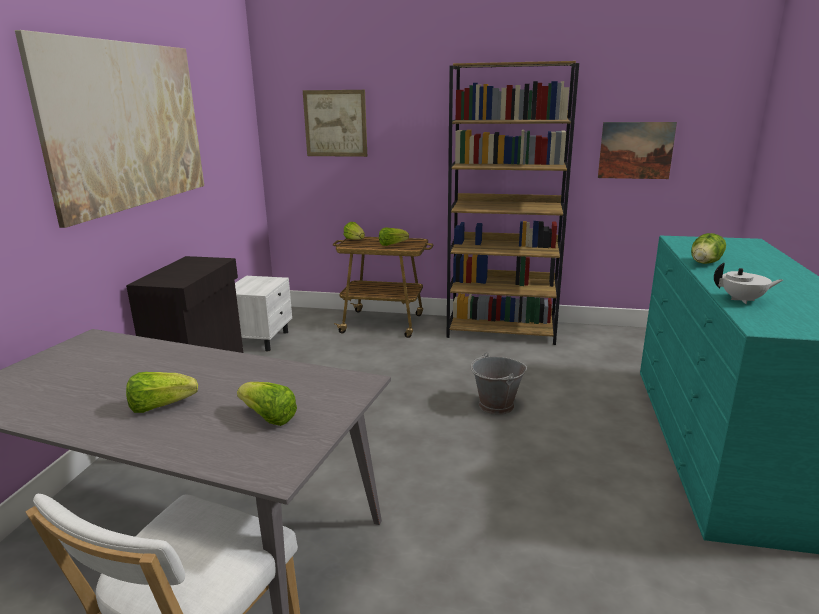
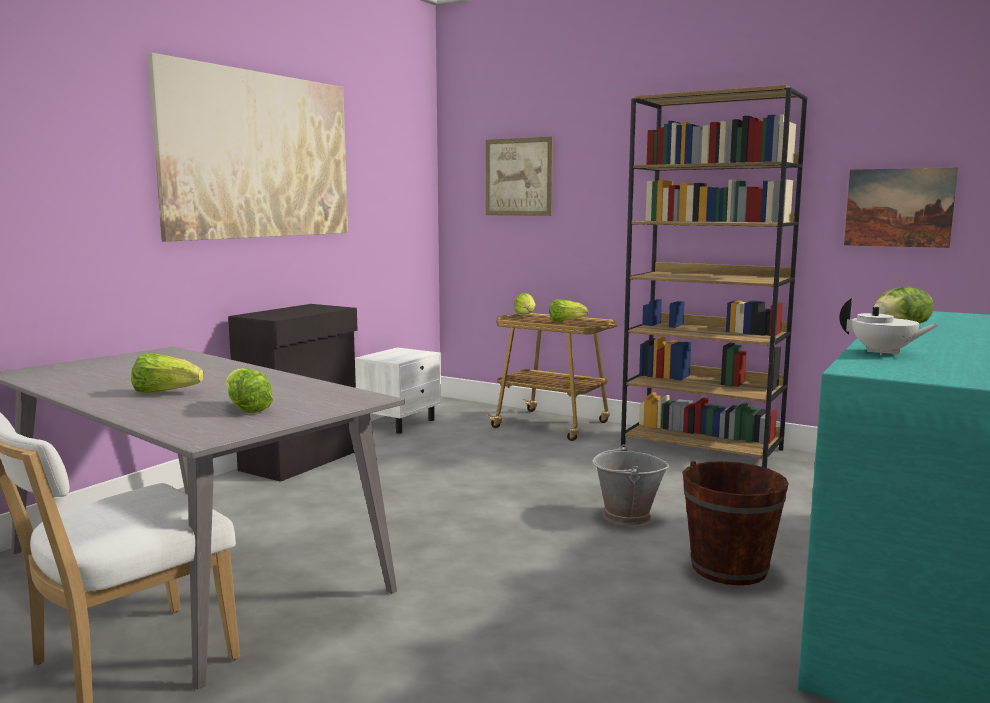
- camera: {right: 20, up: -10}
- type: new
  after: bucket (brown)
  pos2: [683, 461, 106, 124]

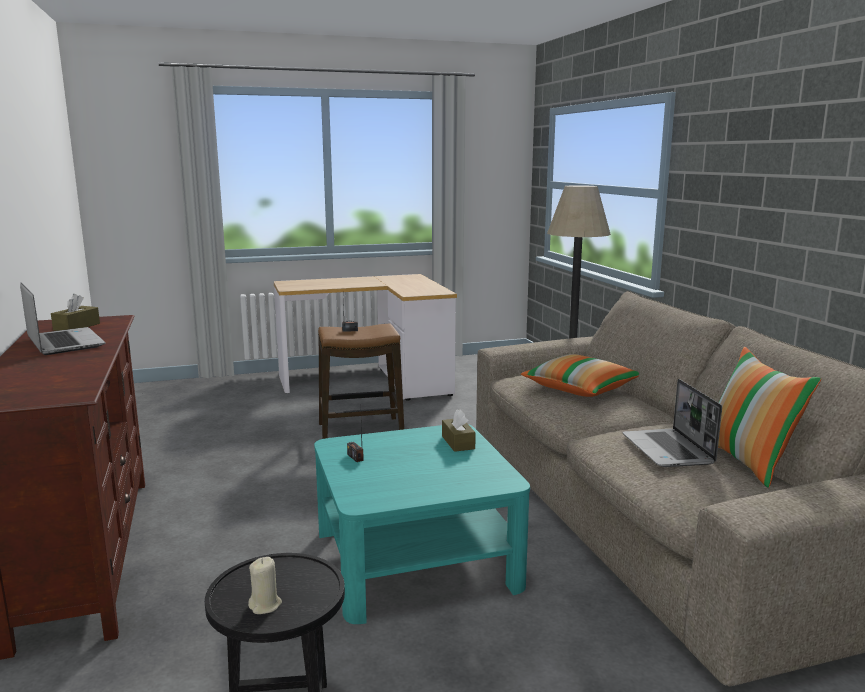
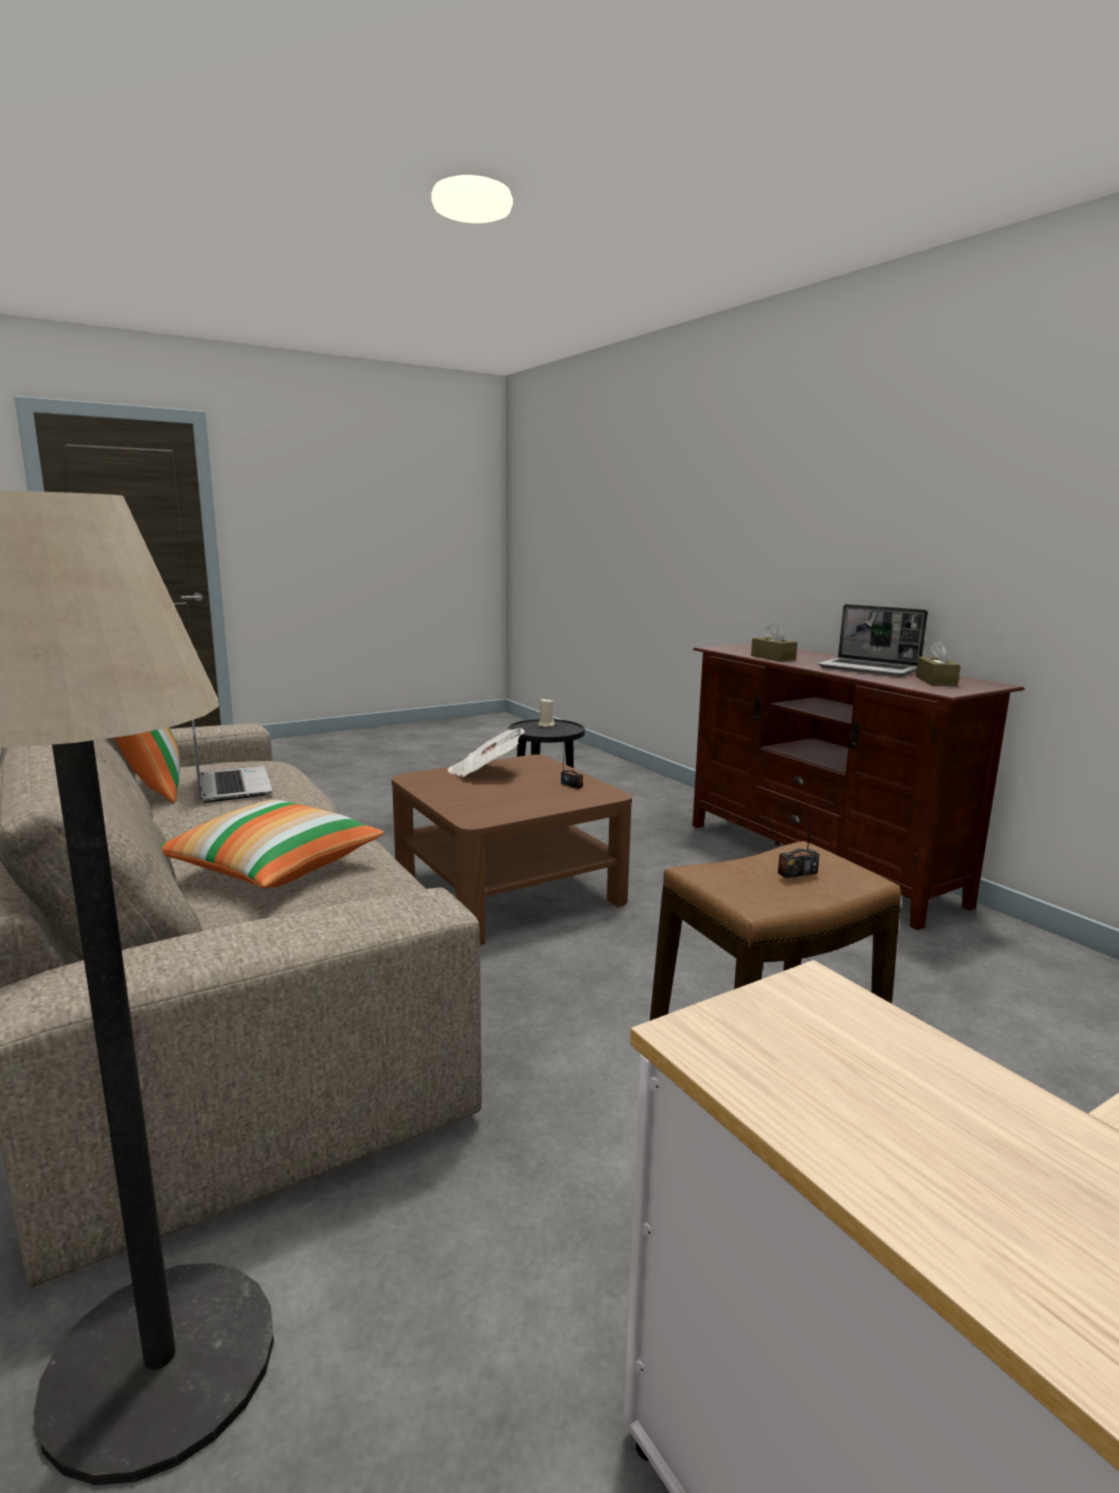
- camera: {right: 165, up: 0}
- type: new
  after: newspaper
  pos2: [447, 728, 78, 49]
- type: shifted
  before: tissue box (brown)
  pos1: [442, 409, 34, 43]
  pos2: [751, 623, 47, 38]
- type: repainted
  before: coffee table (turquoise)
  after: coffee table (brown)
  pos1: [314, 424, 216, 200]
  pos2: [391, 755, 241, 190]

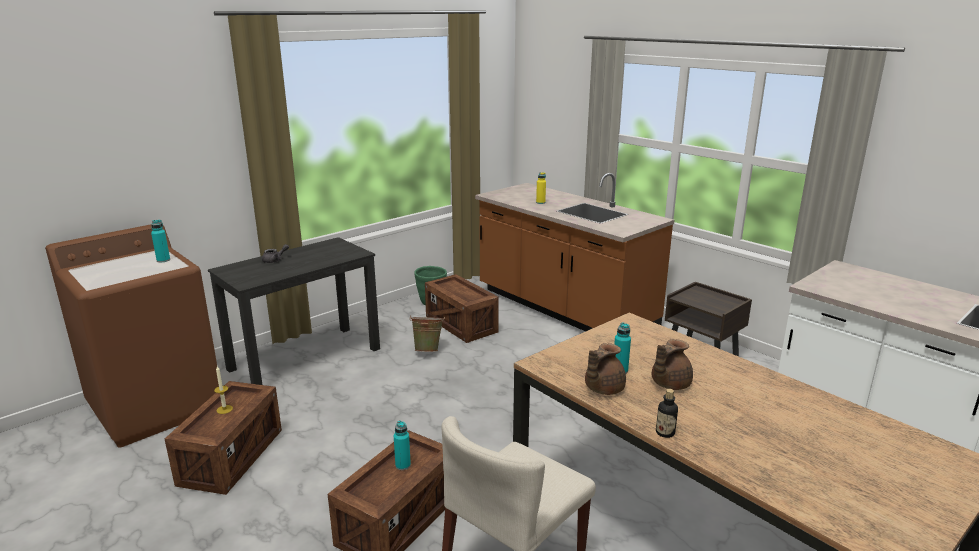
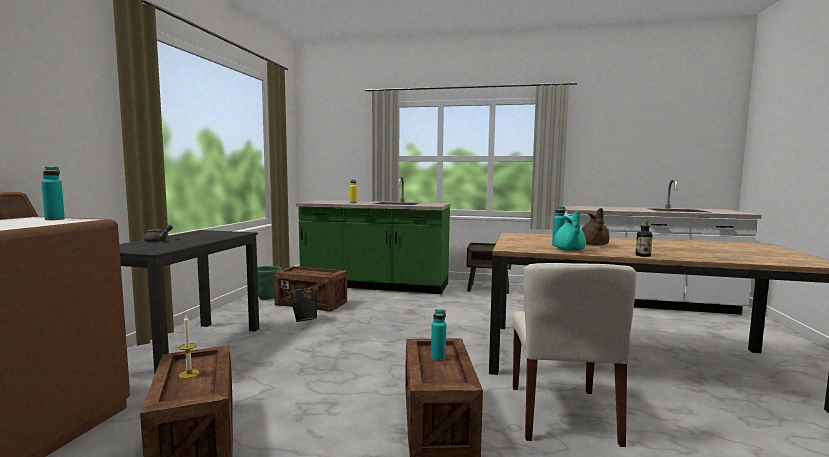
- camera: {right: -35, up: -15}
- type: repainted
  before: bucket (green)
  after: bucket (black)
  pos1: [410, 315, 35, 37]
  pos2: [287, 287, 32, 35]
- type: repainted
  before: counter (brown)
  after: counter (green)
  pos1: [475, 173, 200, 158]
  pos2: [296, 177, 155, 117]
- type: repainted
  before: teapot (brown)
  after: teapot (turquoise)
  pos1: [585, 343, 41, 52]
  pos2: [554, 210, 32, 41]

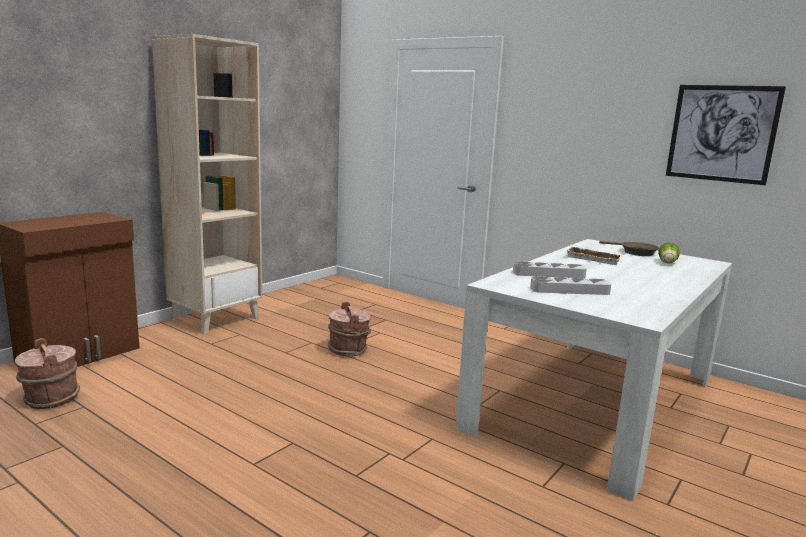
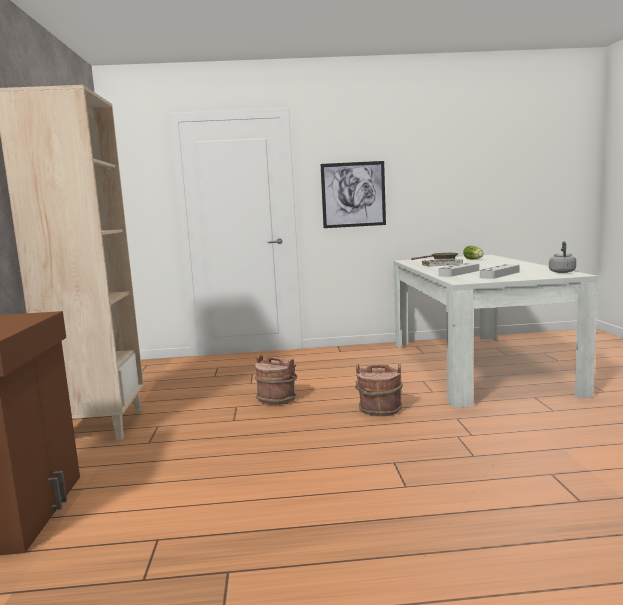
- camera: {right: -40, up: -5}
- type: new
  after: kettle (grey)
  pos2: [549, 241, 27, 32]
- type: shifted
  before: bucket (brown)
  pos1: [15, 338, 65, 71]
  pos2: [355, 363, 48, 54]
- type: shifted
  before: picture
  pos1: [666, 85, 120, 100]
  pos2: [320, 161, 66, 67]

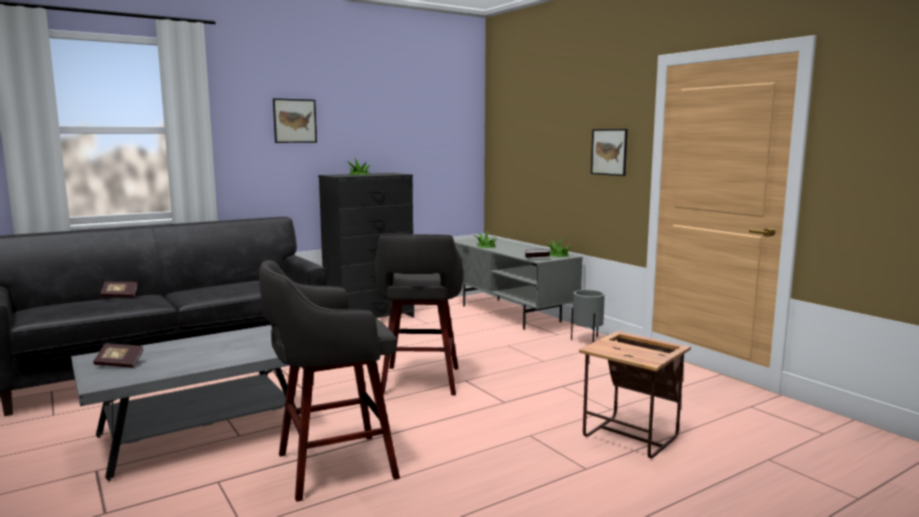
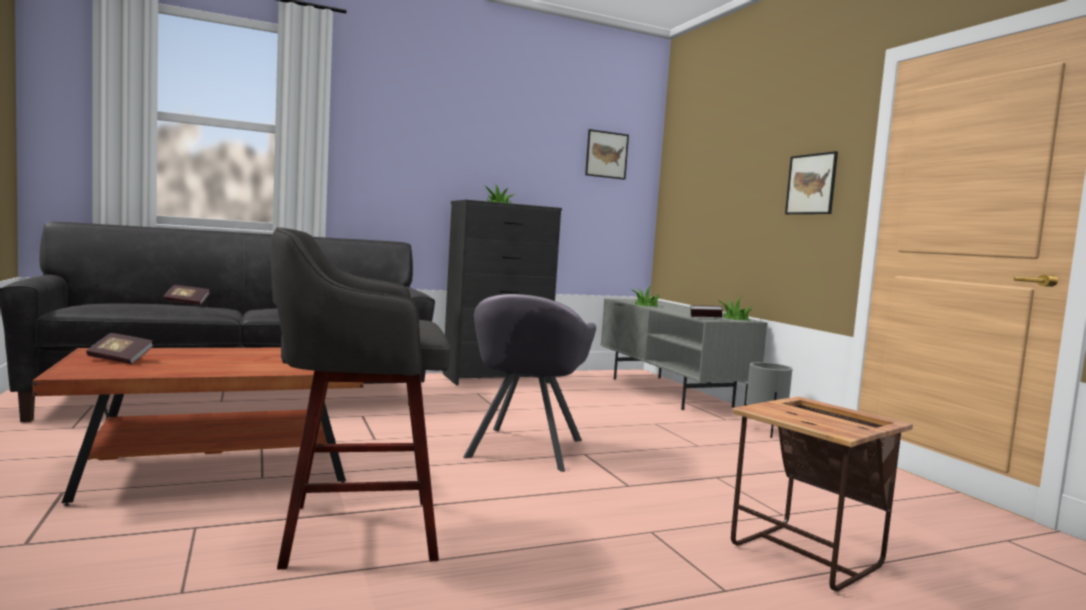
- camera: {right: 10, up: -5}
- type: shifted
  before: picture
  pos1: [273, 98, 44, 45]
  pos2: [585, 129, 44, 51]
- type: swapped
  before: stool (grey)
  after: armchair (grey)
  pos1: [375, 234, 88, 161]
  pos2: [463, 294, 133, 178]
- type: repainted
  before: coffee table (grey)
  after: coffee table (brown)
  pos1: [71, 325, 229, 156]
  pos2: [32, 348, 332, 158]

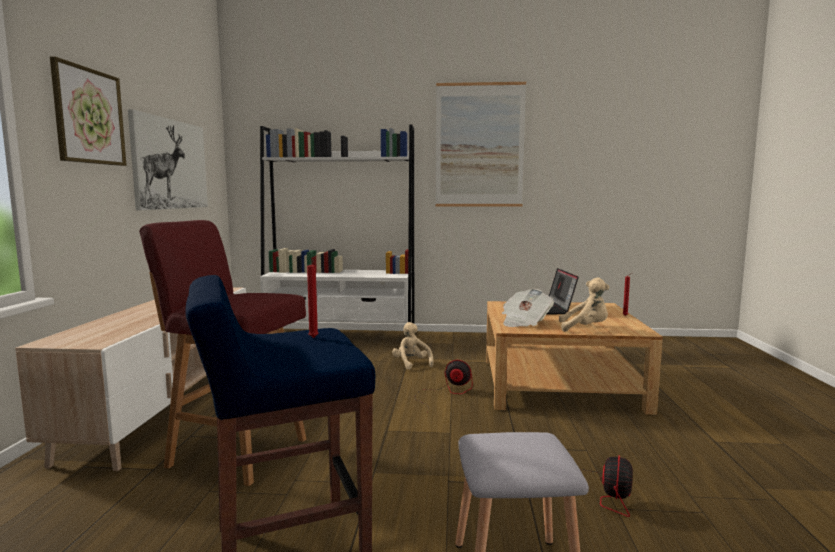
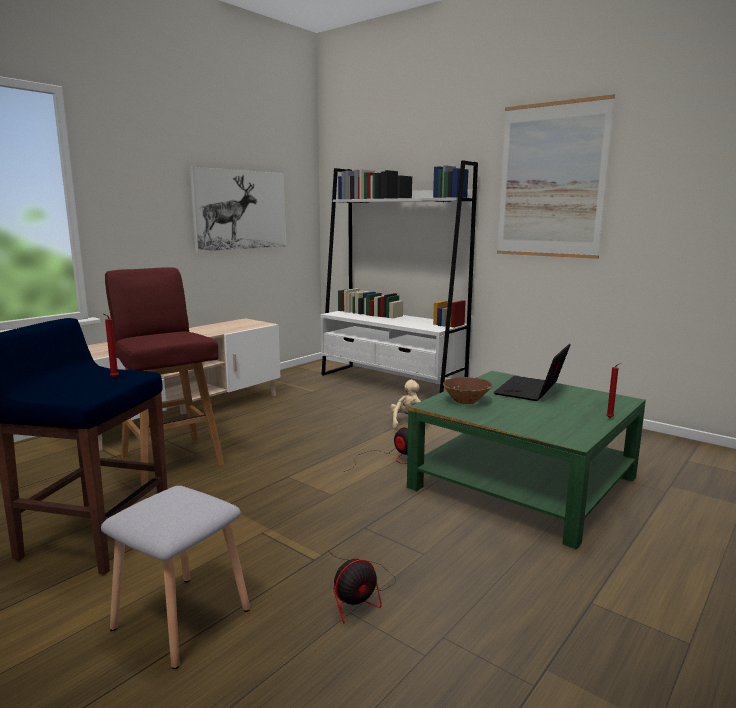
- camera: {right: 35, up: 5}
- type: gone
  before: picture
  pos1: [50, 56, 77, 110]
- type: gone
  before: plush toy (beige)
  pos1: [559, 278, 50, 54]
- type: swapped
  before: newspaper
  after: bowl (brown)
  pos1: [502, 289, 52, 38]
  pos2: [443, 377, 49, 27]
- type: repainted
  before: coffee table (beige)
  after: coffee table (green)
  pos1: [486, 301, 177, 114]
  pos2: [407, 371, 239, 178]

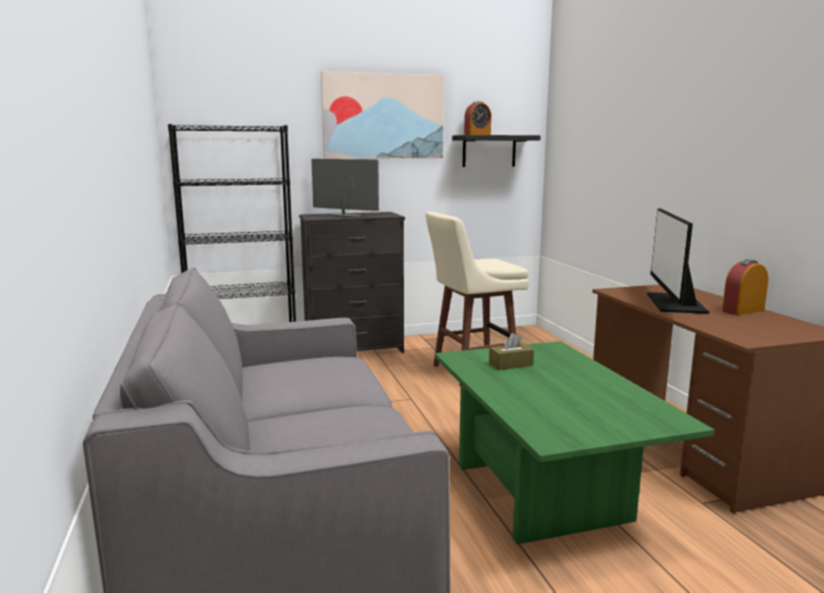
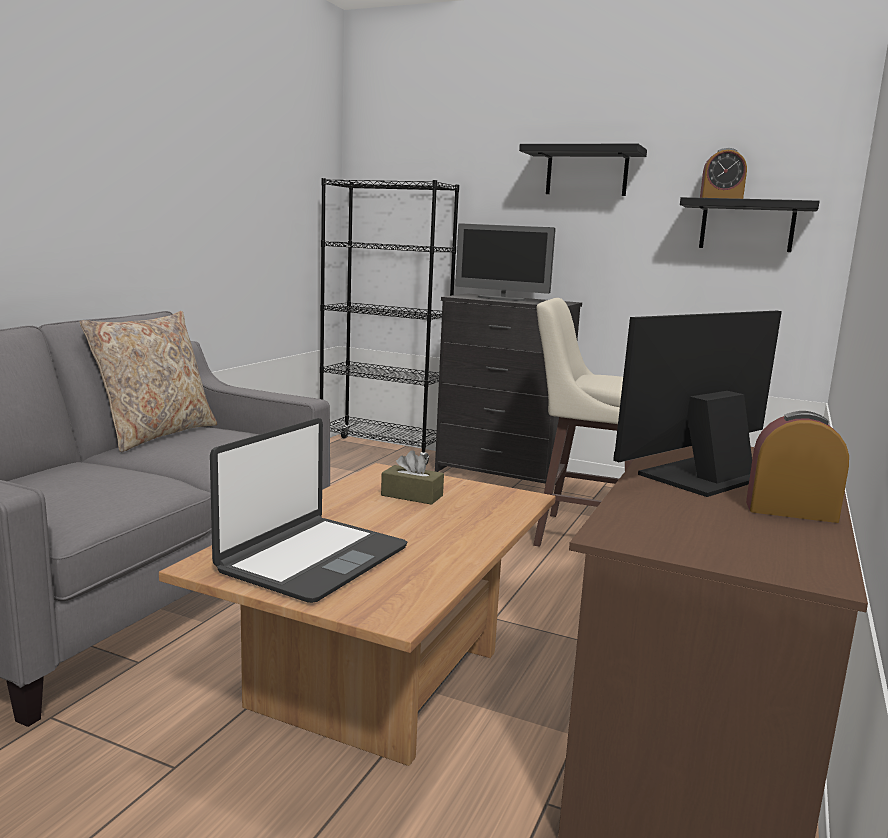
- camera: {right: 40, up: 0}
- type: new
  after: pillow (beige)
  pos2: [80, 311, 137, 141]
- type: new
  after: laptop
  pos2: [210, 418, 198, 185]
- type: swapped
  before: picture
  after: shelf (black)
  pos1: [321, 71, 123, 88]
  pos2: [519, 144, 128, 52]
- type: repainted
  before: coffee table (green)
  after: coffee table (brown)
  pos1: [435, 341, 279, 203]
  pos2: [159, 463, 397, 303]
- type: rotated
  before: monitor
  pos1: [311, 159, 68, 59]
  pos2: [455, 223, 101, 78]
  turn: 135

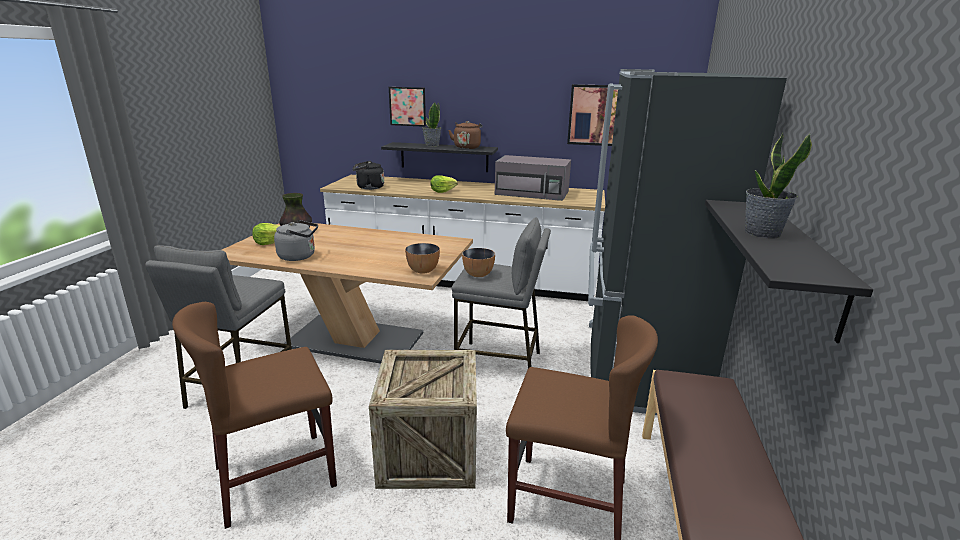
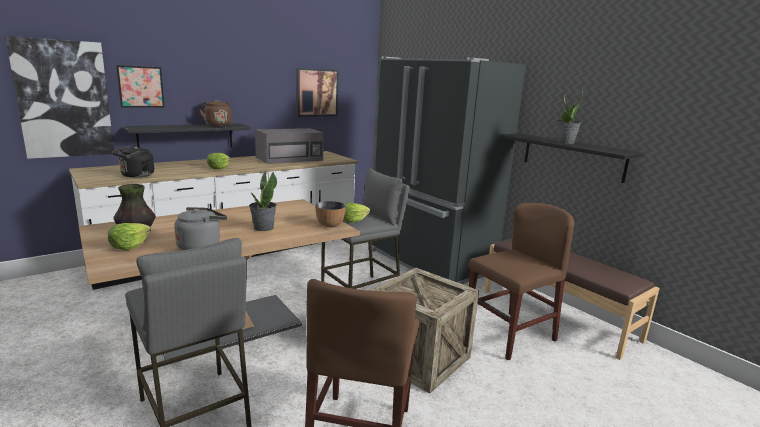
- camera: {right: -50, up: -5}
- type: new
  after: picture
  pos2: [5, 36, 109, 123]
- type: shifted
  before: potted plant
  pos1: [422, 102, 19, 45]
  pos2: [249, 171, 28, 60]
- type: swapped
  before: bowl
  after: lettuce
  pos1: [462, 248, 33, 29]
  pos2: [343, 203, 27, 20]

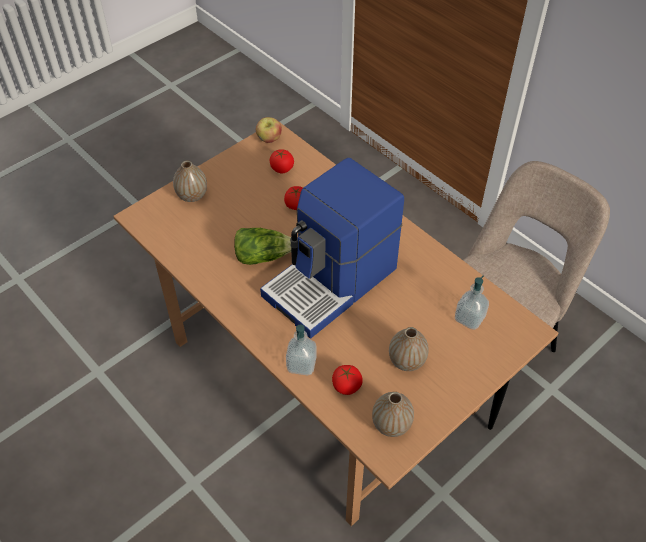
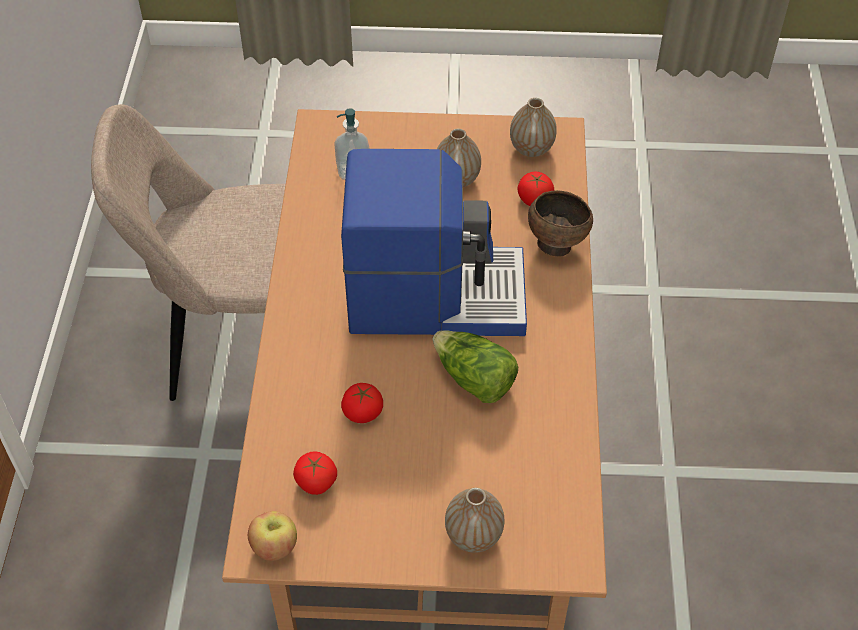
- camera: {right: -135, up: 0}
- type: swapped
  before: soap dispenser
  after: bowl (brown)
  pos1: [286, 325, 31, 51]
  pos2: [528, 190, 65, 67]

